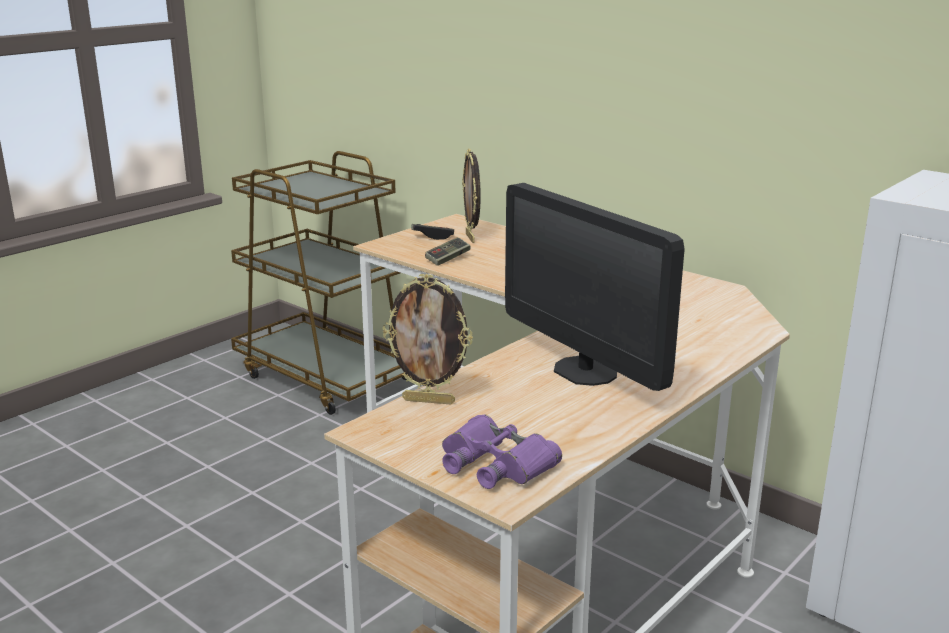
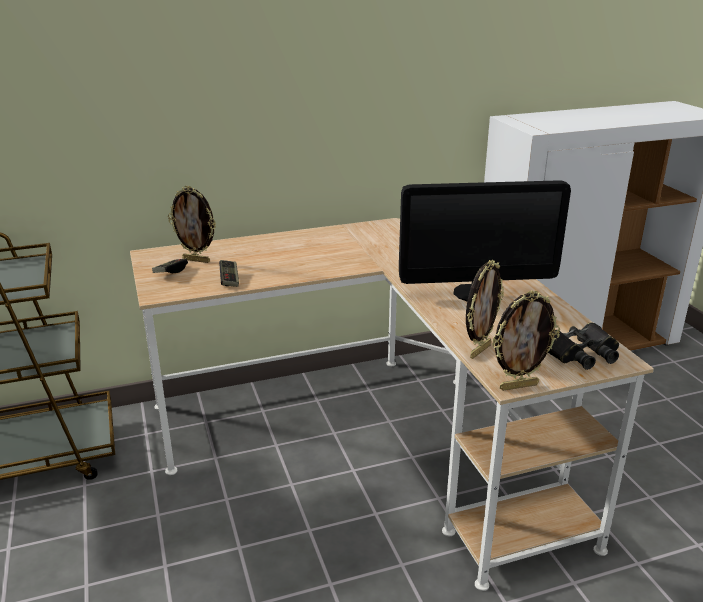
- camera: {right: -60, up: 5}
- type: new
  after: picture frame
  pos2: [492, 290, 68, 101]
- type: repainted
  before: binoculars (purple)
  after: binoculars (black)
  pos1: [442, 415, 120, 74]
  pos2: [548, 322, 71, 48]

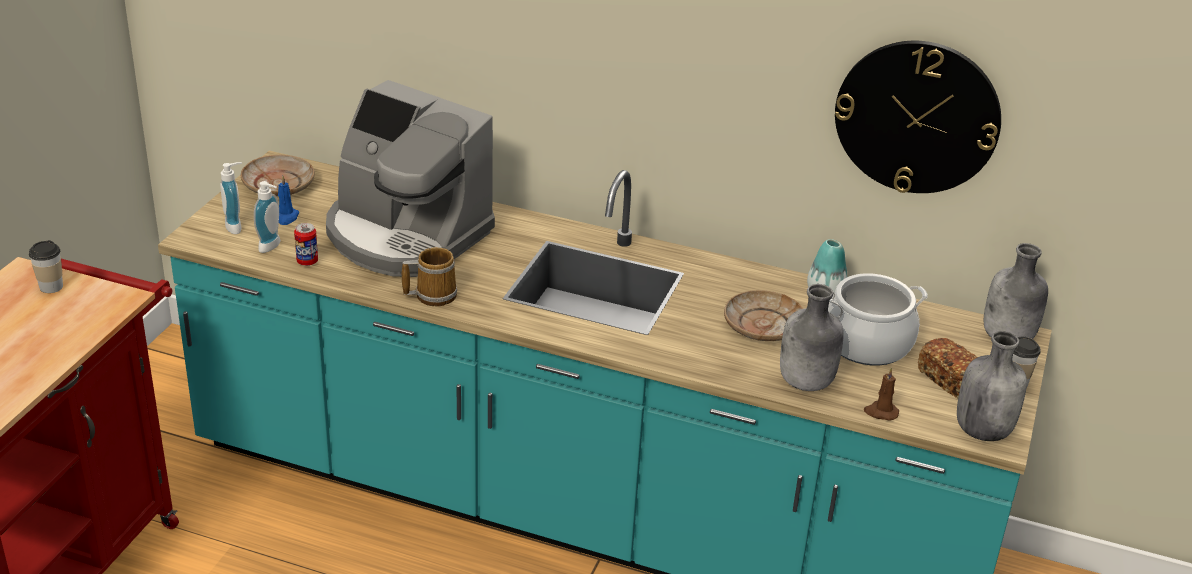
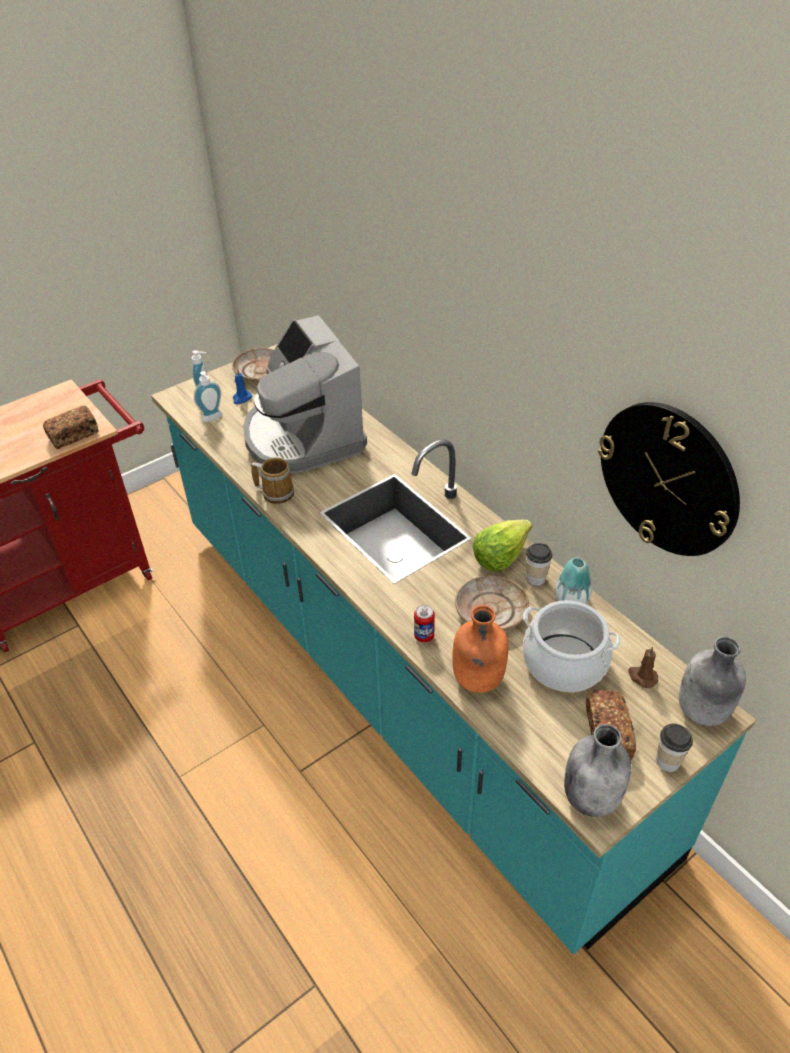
- camera: {right: 35, up: 10}
- type: new
  after: bread
  pos2: [43, 406, 56, 43]
- type: new
  after: lettuce
  pos2: [472, 520, 60, 52]
- type: shifted
  before: cup
  pos1: [29, 240, 34, 53]
  pos2: [526, 543, 26, 43]
- type: shifted
  before: can
  pos1: [294, 223, 24, 43]
  pos2: [414, 605, 21, 38]
- type: shifted
  before: candle (brown)
  pos1: [864, 368, 35, 53]
  pos2: [628, 646, 30, 42]
- type: repainted
  before: bottle (grey)
  after: bottle (orange)
  pos1: [780, 284, 64, 107]
  pos2: [452, 605, 56, 88]

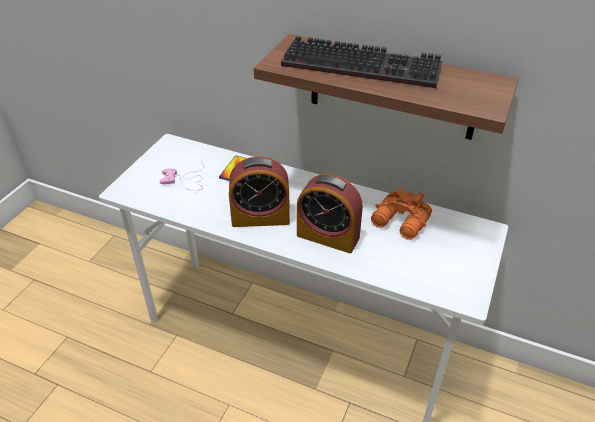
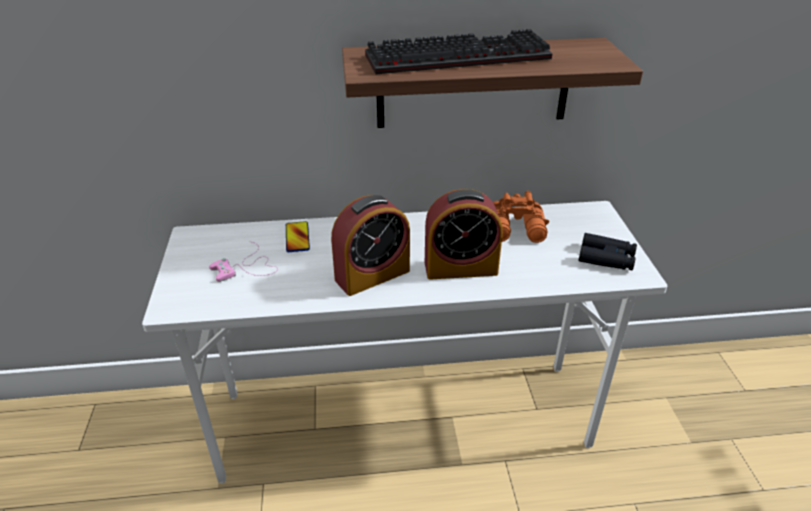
- camera: {right: -30, up: -5}
- type: new
  after: binoculars (black)
  pos2: [578, 233, 59, 37]

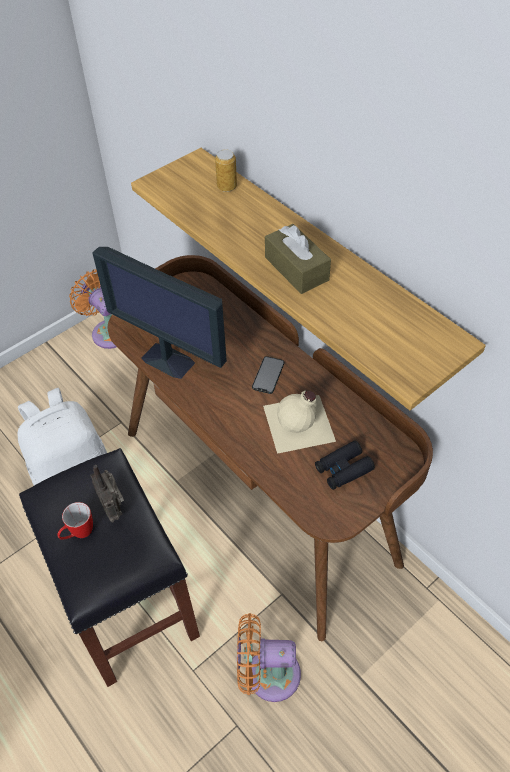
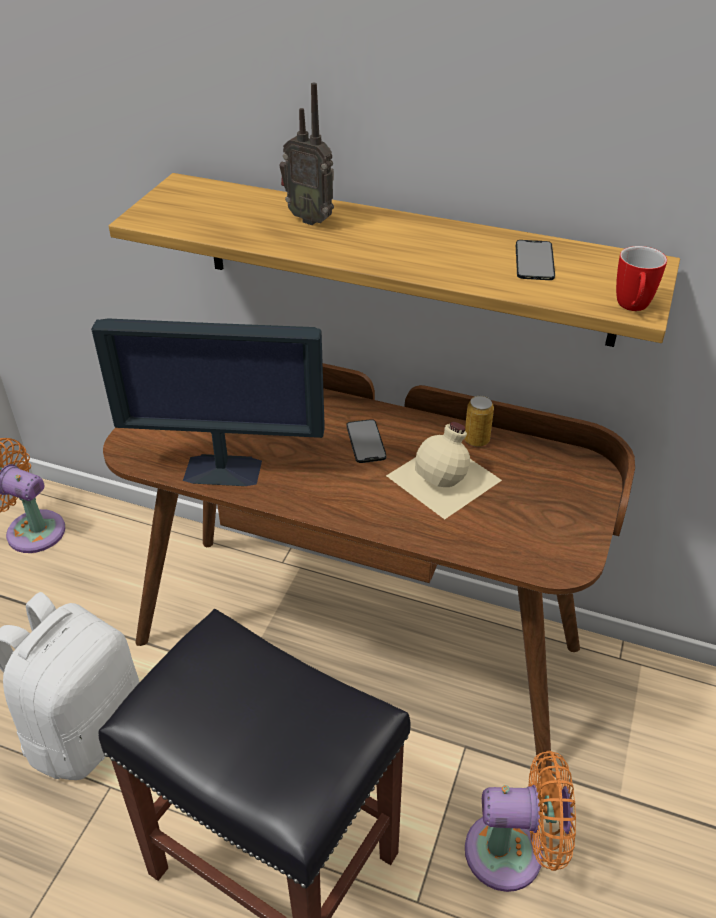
- camera: {right: -30, up: -10}
- type: gone
  before: tissue box (brown)
  pos1: [265, 224, 66, 70]
- type: gone
  before: binoculars (black)
  pos1: [315, 440, 60, 50]
- type: new
  after: phone
  pos2: [516, 240, 39, 40]
- type: shifted
  before: mug
  pos1: [57, 502, 36, 38]
  pos2: [616, 246, 51, 65]
- type: shifted
  before: radio
  pos1: [90, 465, 34, 57]
  pos2: [279, 83, 55, 142]
- type: shifted
  before: can
  pos1: [215, 149, 22, 43]
  pos2: [464, 396, 30, 51]
- type: rotated
  before: fan (orange)
  pos1: [237, 613, 64, 89]
  pos2: [465, 751, 111, 141]
  turn: -150

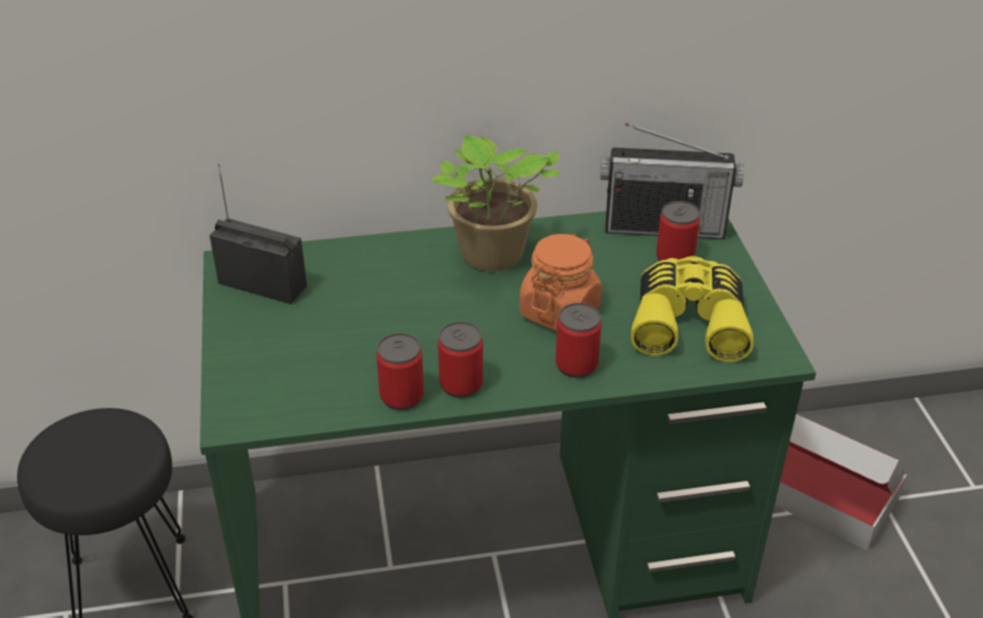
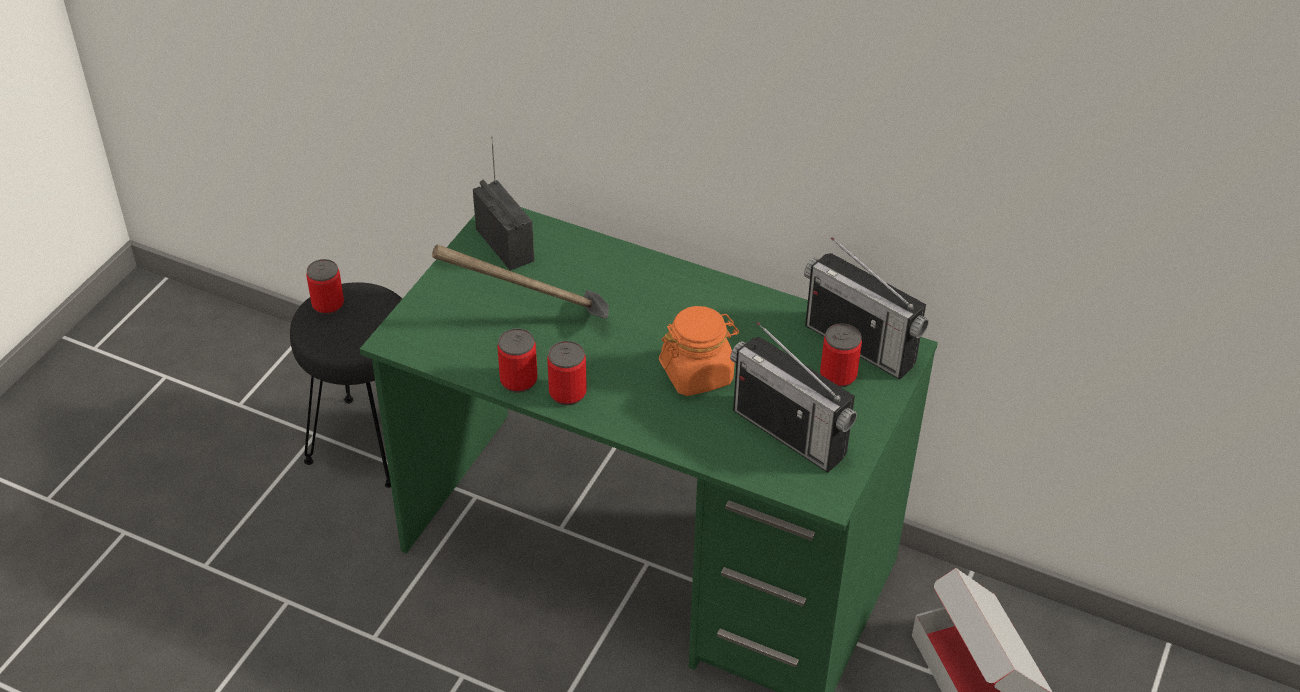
- camera: {right: 35, up: 5}
- type: gone
  before: potted plant
  pos1: [432, 135, 128, 136]
- type: new
  after: hammer
  pos2: [432, 244, 177, 75]
- type: shifted
  before: can
  pos1: [556, 303, 46, 75]
  pos2: [307, 259, 37, 56]
- type: swapped
  before: binoculars (yellow)
  after: radio
  pos1: [631, 256, 122, 106]
  pos2: [730, 322, 127, 151]

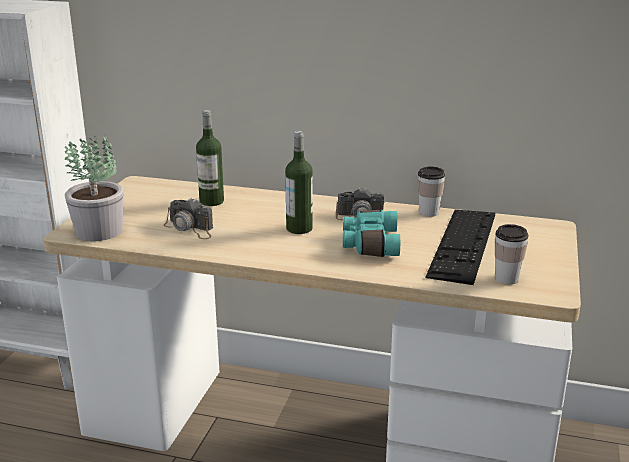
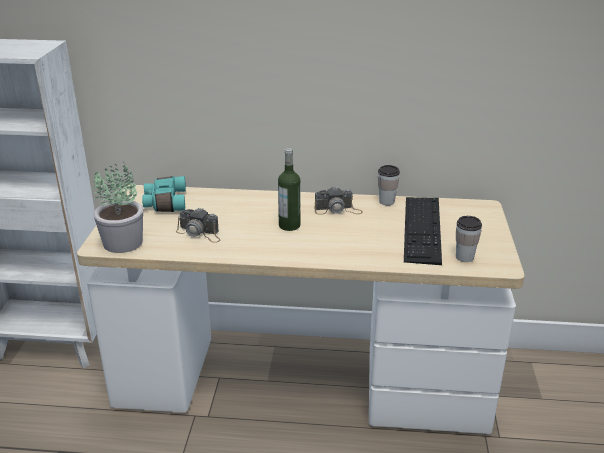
- camera: {right: -10, up: 5}
- type: gone
  before: bottle
  pos1: [196, 110, 28, 96]
- type: shifted
  before: binoculars (turquoise)
  pos1: [343, 210, 57, 47]
  pos2: [142, 176, 44, 36]

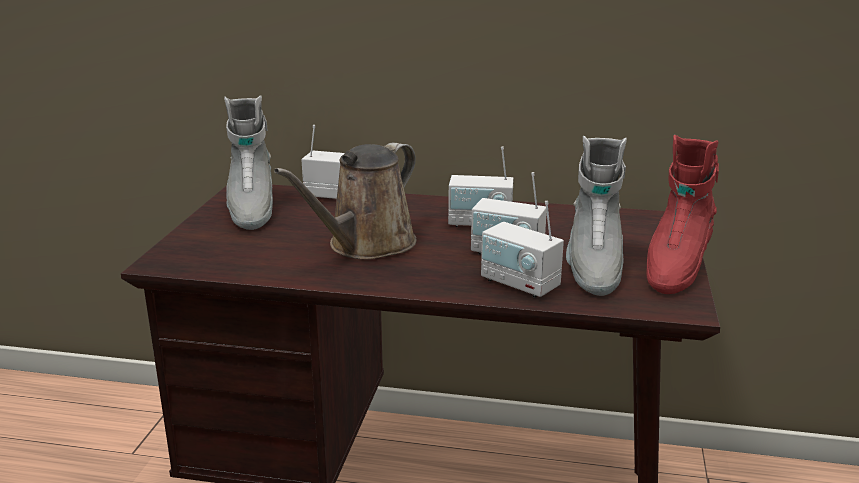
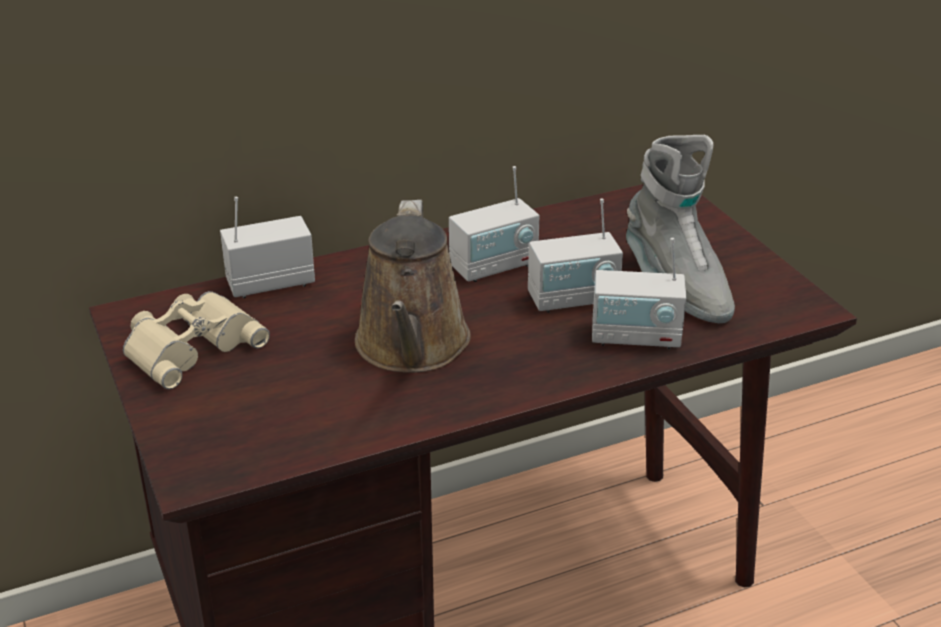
- camera: {right: -35, up: 10}
- type: gone
  before: boot (red)
  pos1: [646, 135, 73, 159]
- type: swapped
  before: boot (grey)
  after: binoculars (beige)
  pos1: [224, 96, 49, 134]
  pos2: [123, 291, 147, 98]

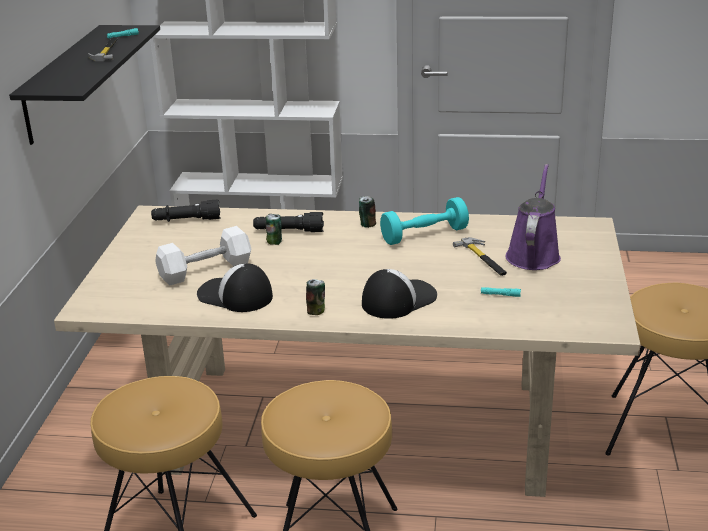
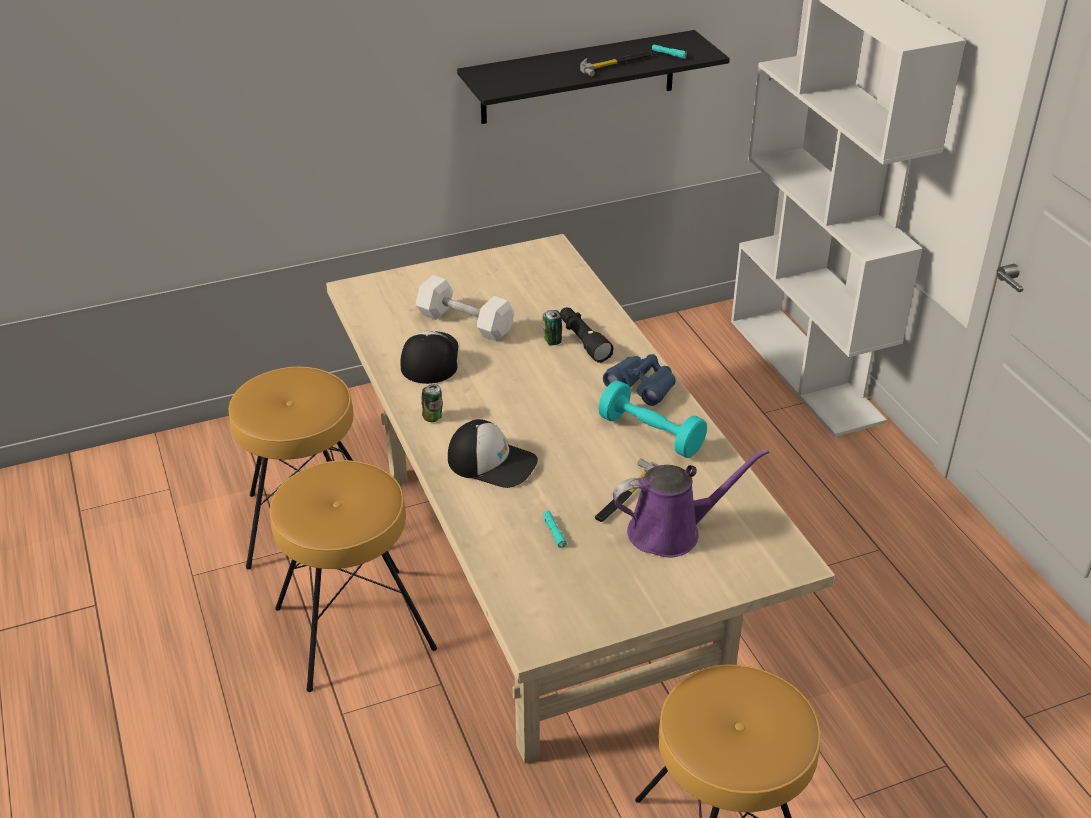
- camera: {right: 60, up: 10}
- type: gone
  before: flashlight (black)
  pos1: [151, 199, 70, 23]
- type: swapped
  before: can
  after: binoculars (blue)
  pos1: [359, 196, 17, 32]
  pos2: [603, 354, 73, 52]

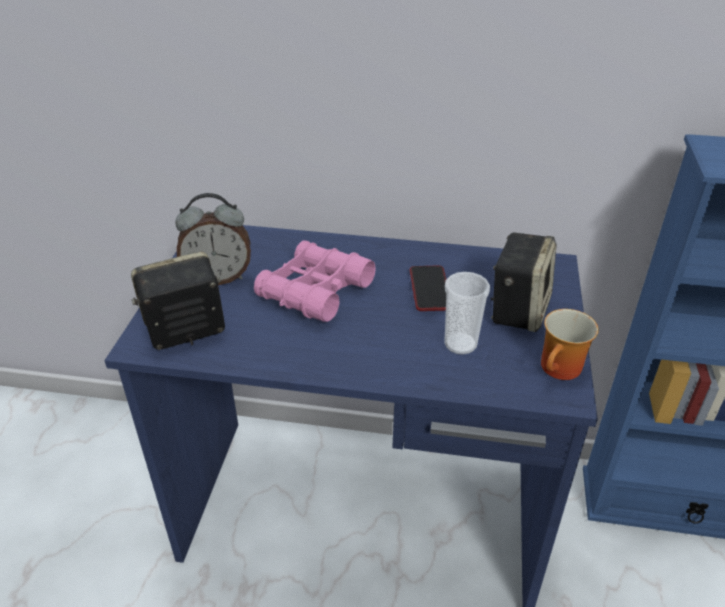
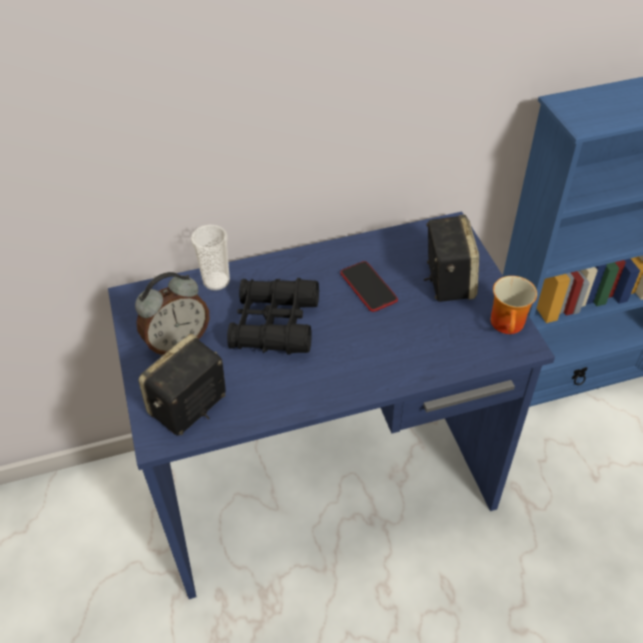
- camera: {right: -25, up: 10}
- type: shifted
  before: cup
  pos1: [444, 272, 46, 83]
  pos2: [191, 225, 39, 66]
- type: repainted
  before: binoculars (pink)
  after: binoculars (black)
  pos1: [254, 240, 122, 82]
  pos2: [227, 278, 92, 77]

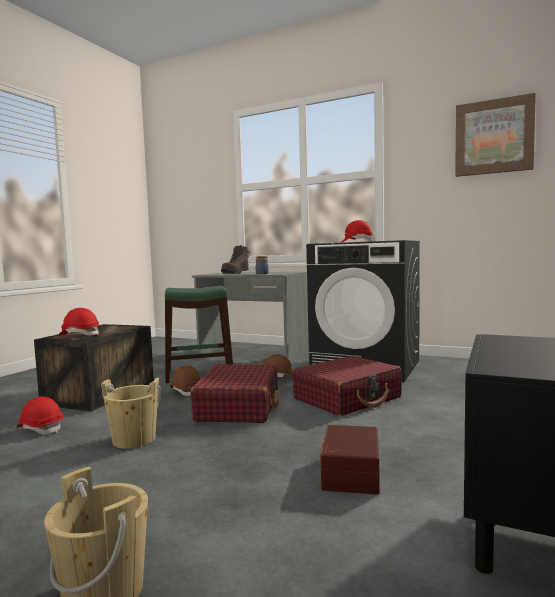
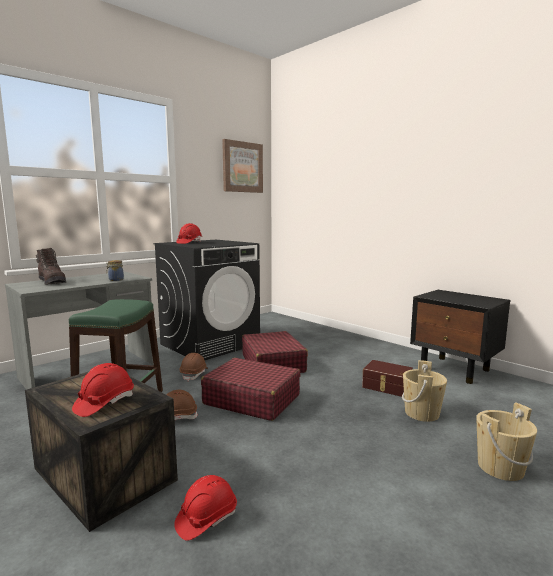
- camera: {right: -70, up: 5}
- type: shifted
  before: bucket (beige)
  pos1: [101, 378, 60, 71]
  pos2: [402, 360, 45, 62]

